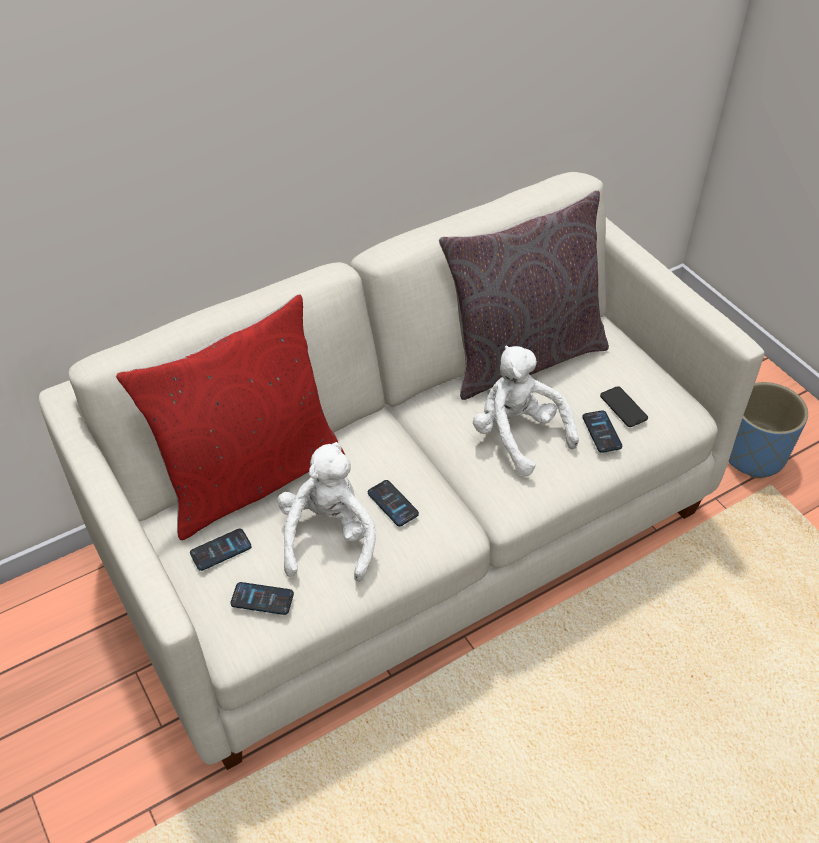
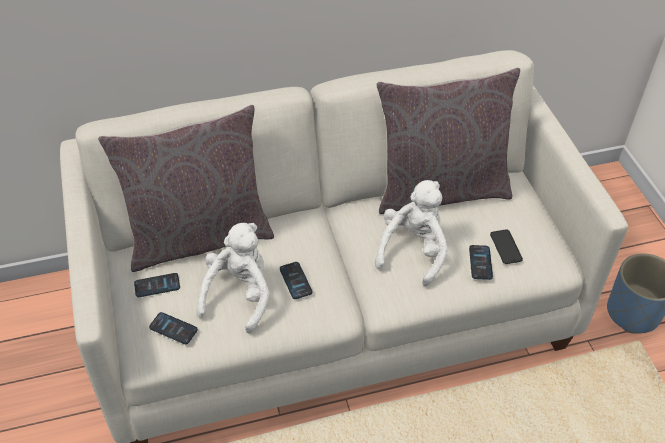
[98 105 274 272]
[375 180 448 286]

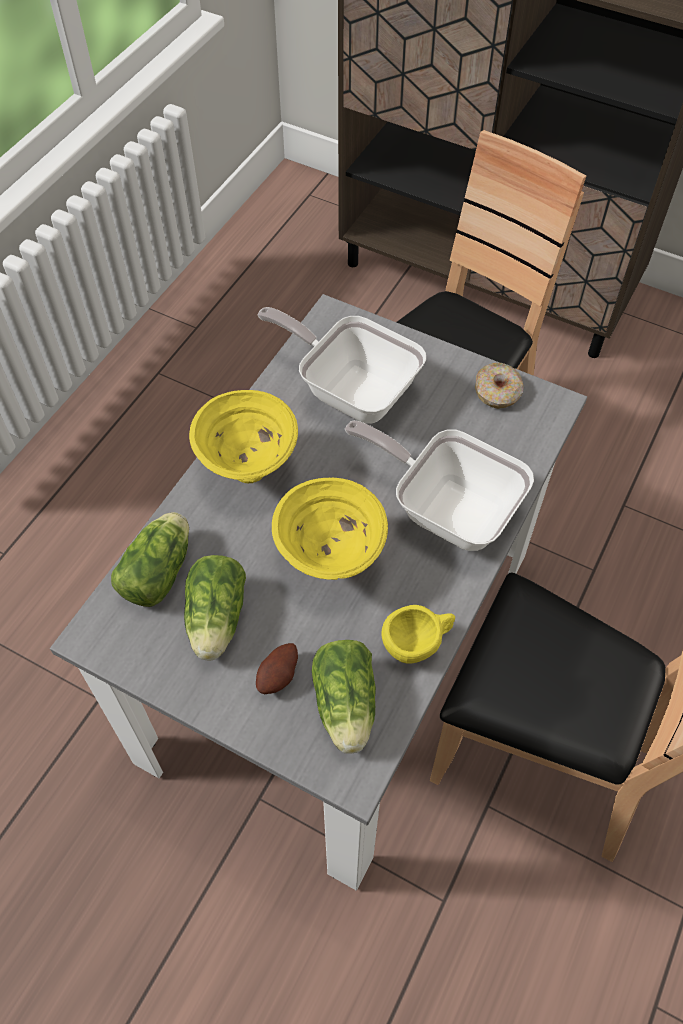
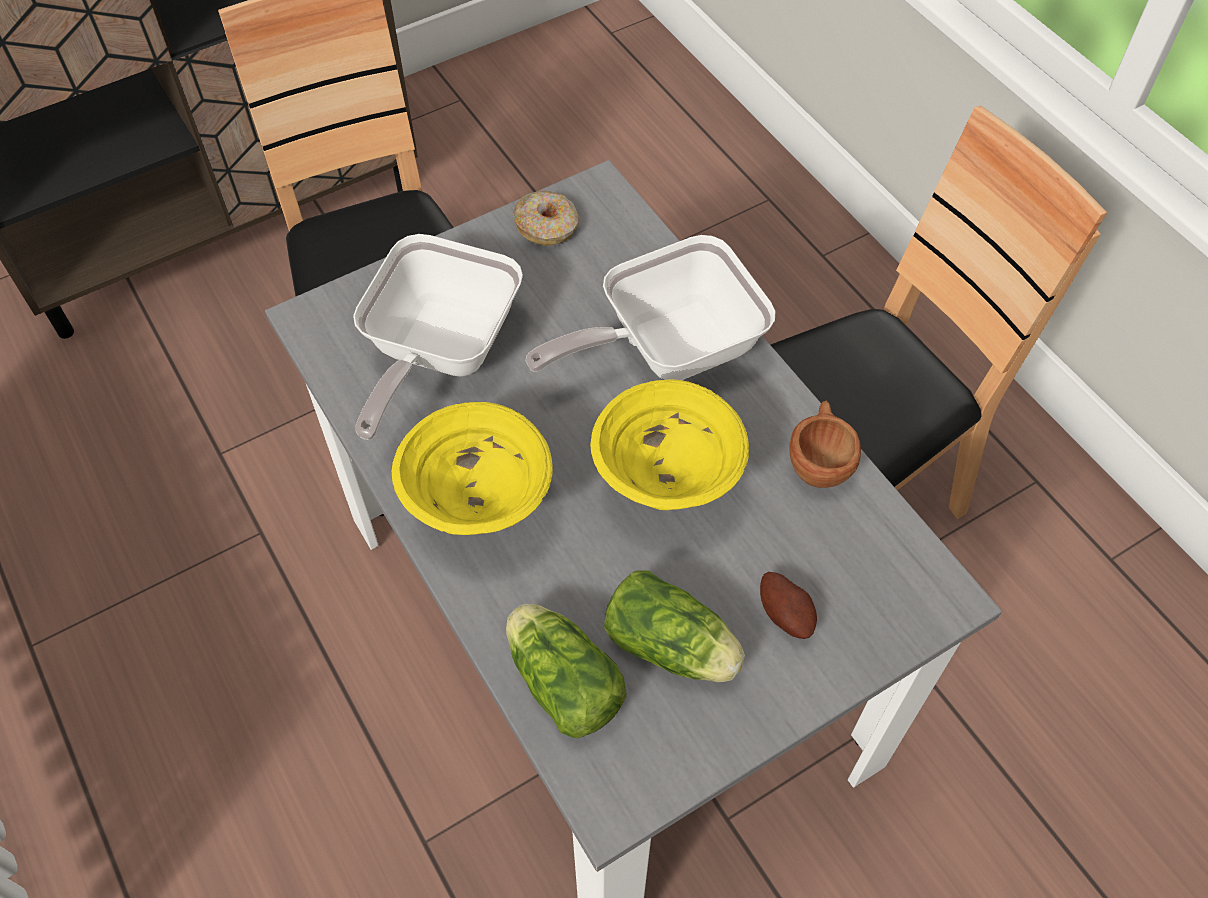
[353 234 523 440]
[789 401 861 488]
[312 640 376 754] (first image)

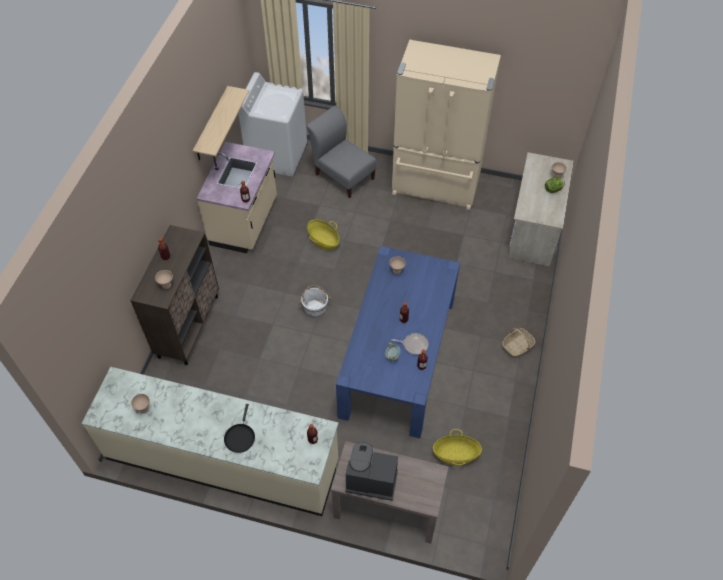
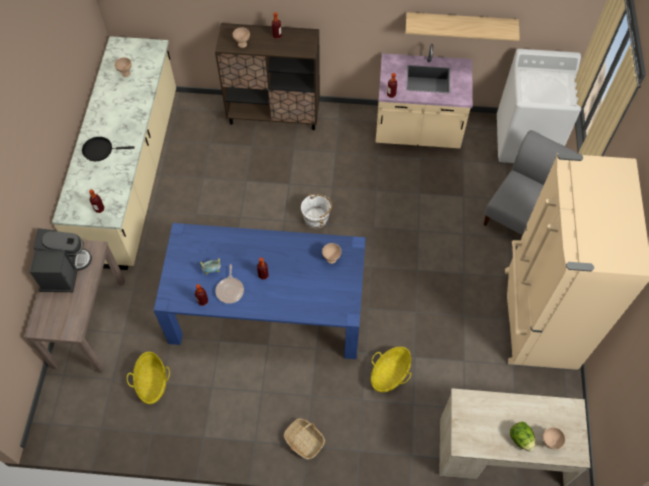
[371 347 411 392]

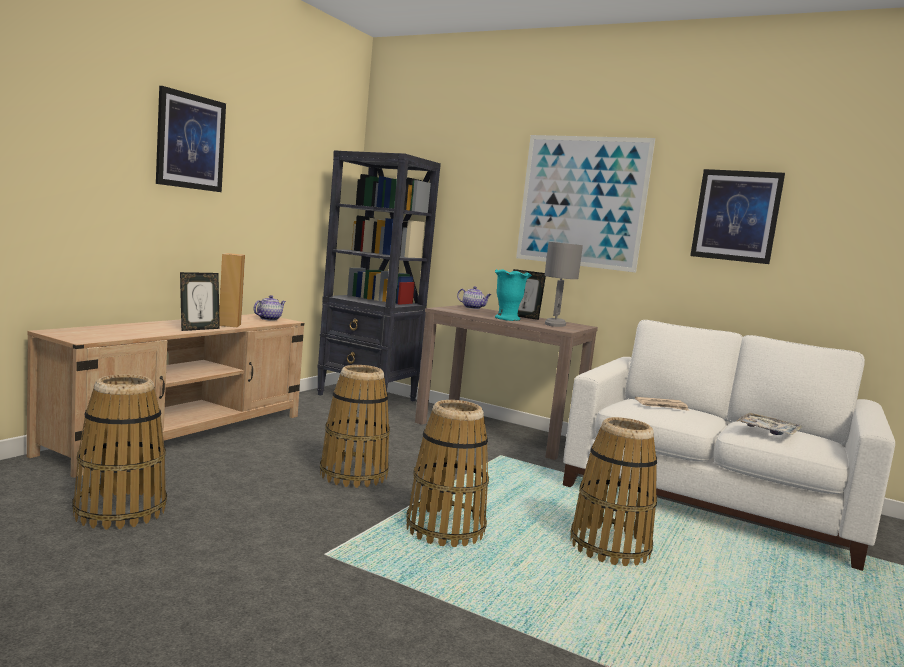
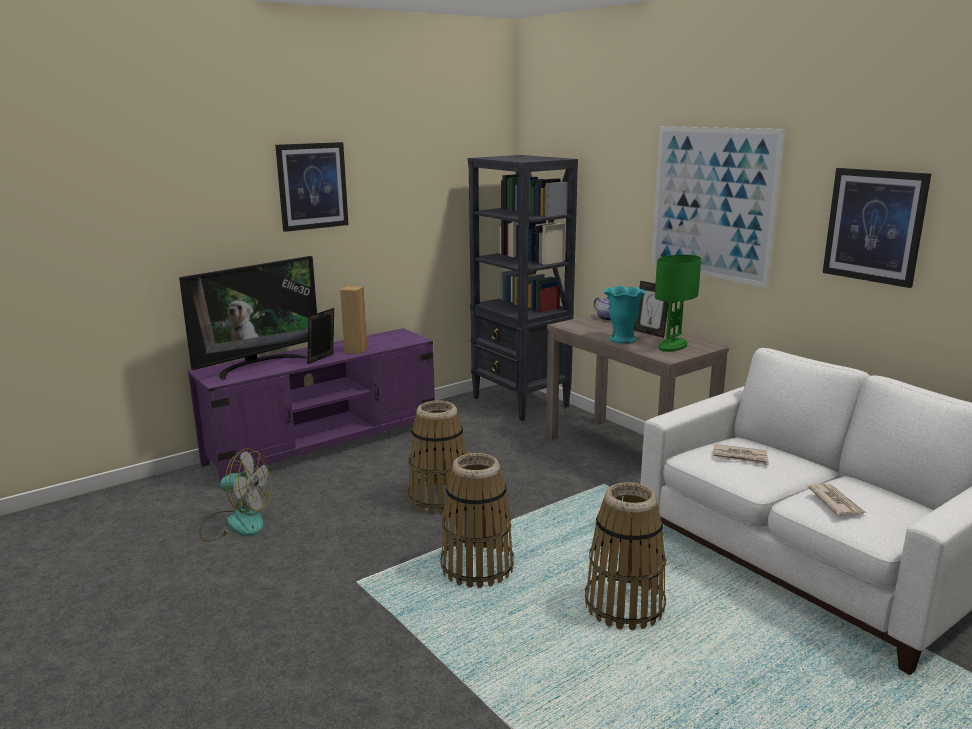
[655 255 701 352]
[308 308 334 364]
[254 295 286 321] (first image)
[188 328 435 487]
[199 448 272 541]
[808 484 866 516]
[179 256 317 380]

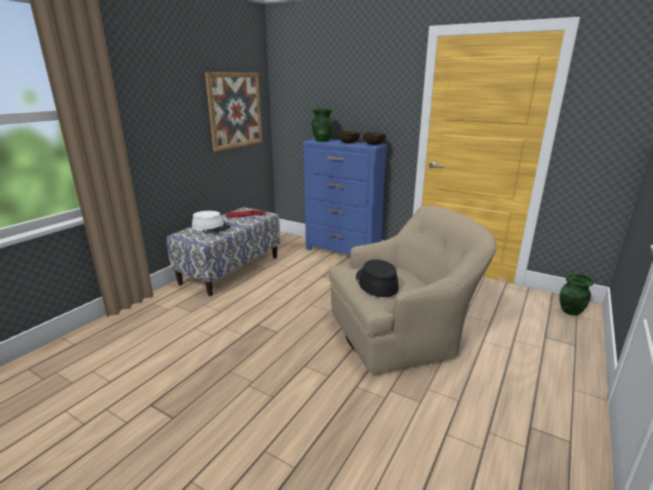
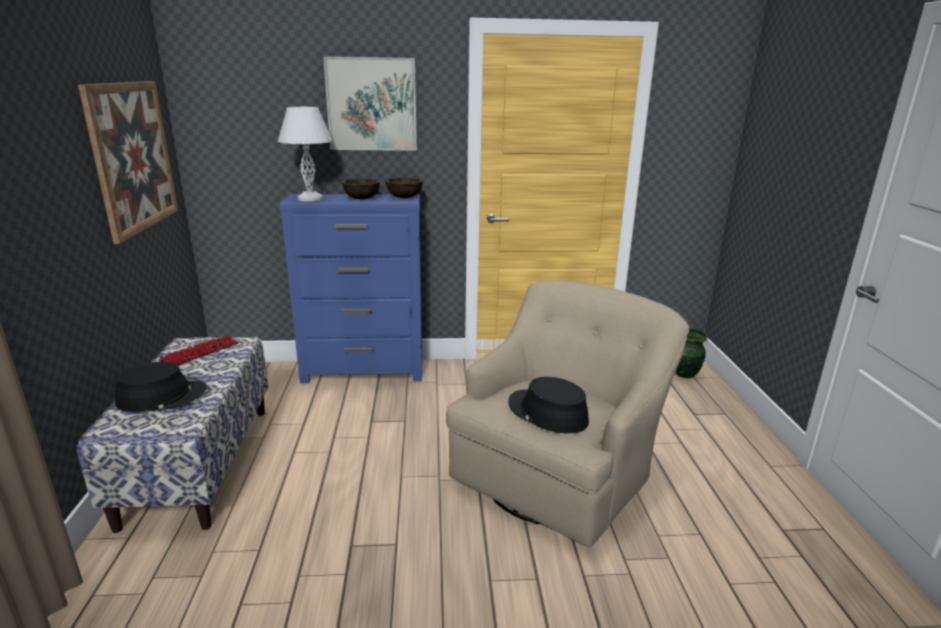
[278 107 333 201]
[115 362 207 412]
[323 56 417 151]

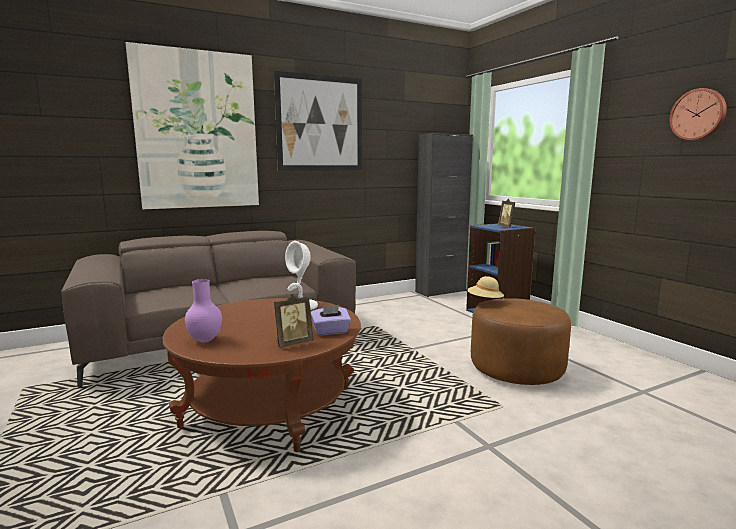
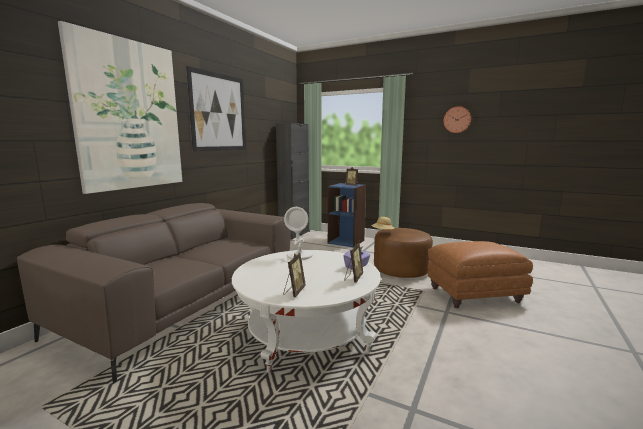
[283 253 306 297]
[232 250 381 372]
[427 241 533 308]

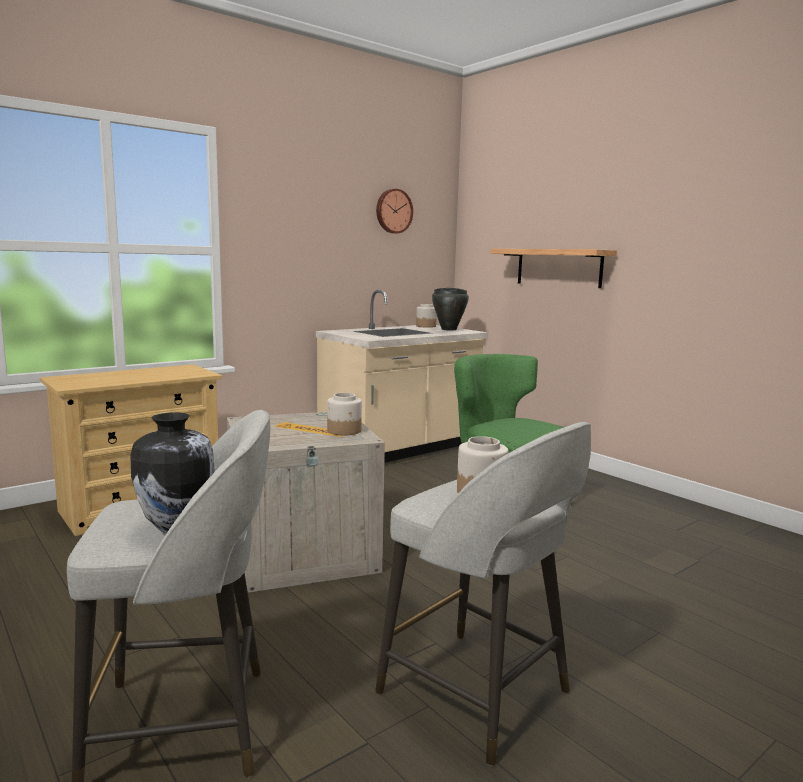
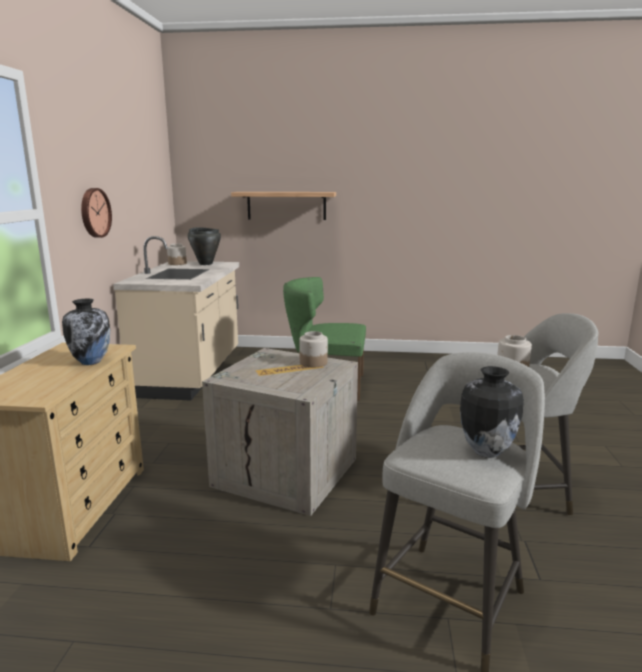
[81 188 112 238]
[62 299 110 365]

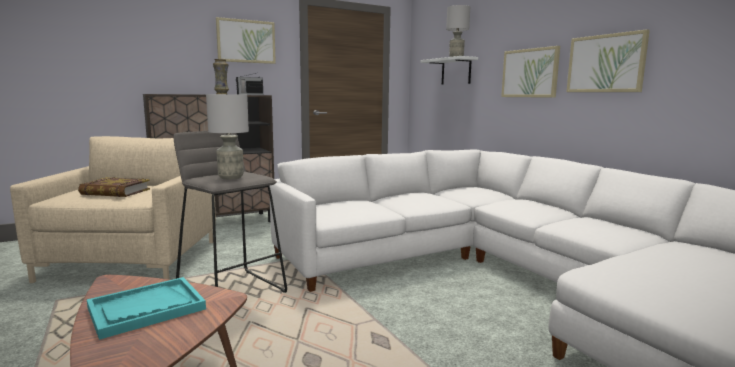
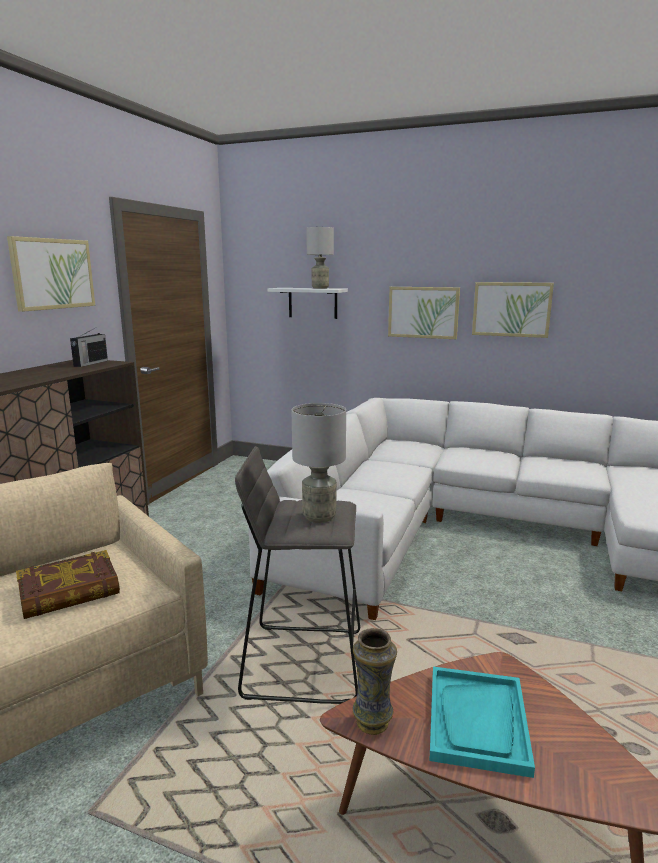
[352 628 397 735]

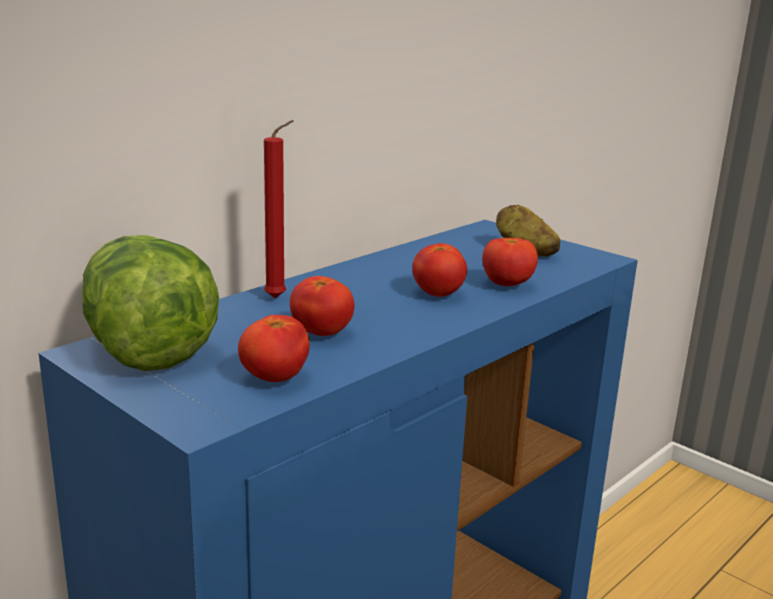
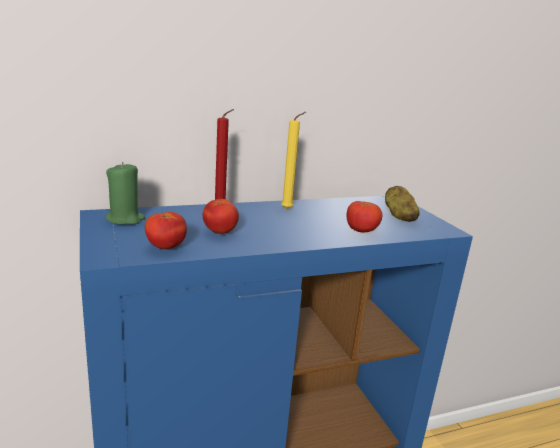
[105 162 145 225]
[412 243 467 297] (first image)
[281 112 306 209]

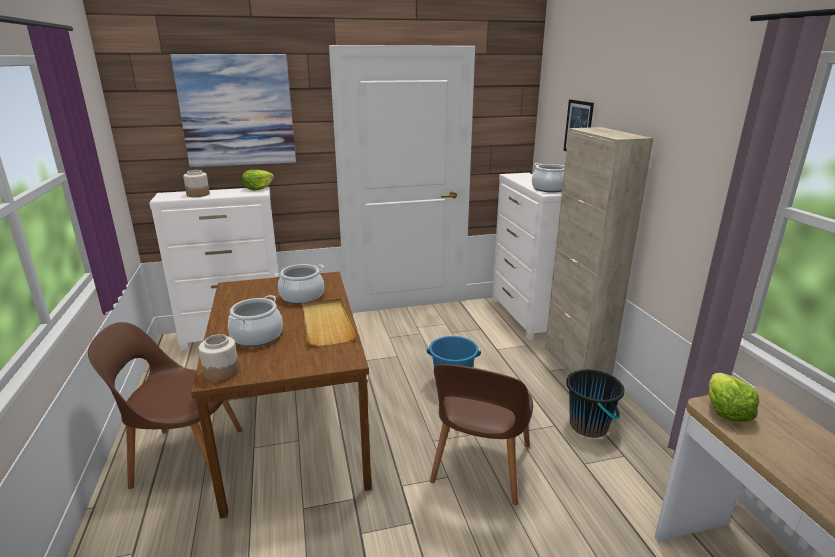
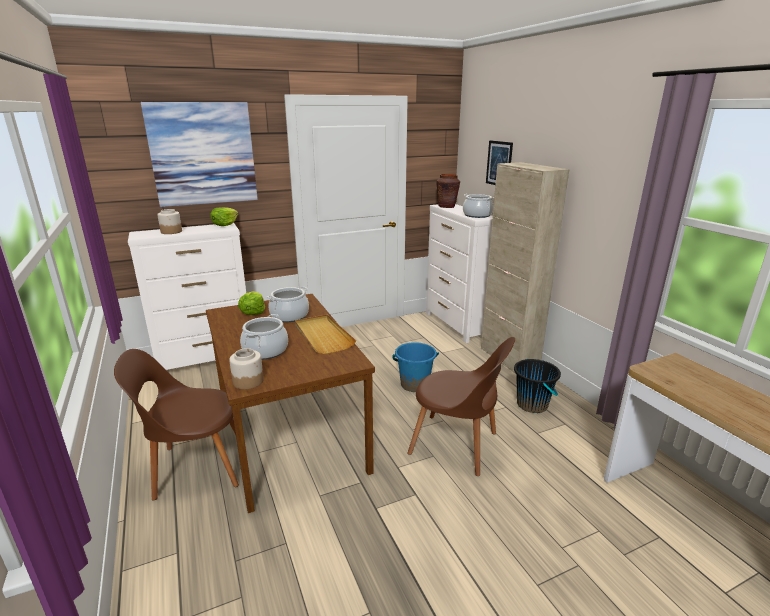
[407 337 515 476]
[238 291 265 315]
[436 174 460 208]

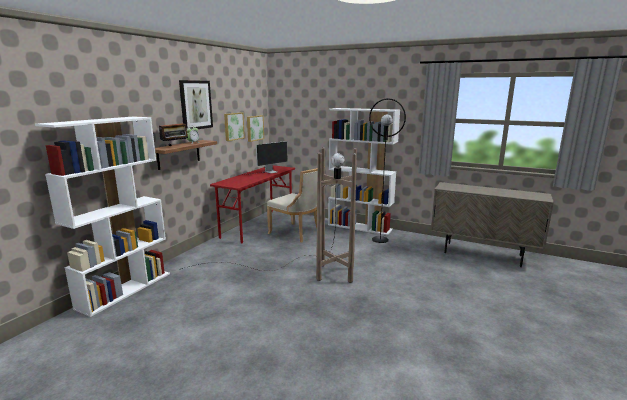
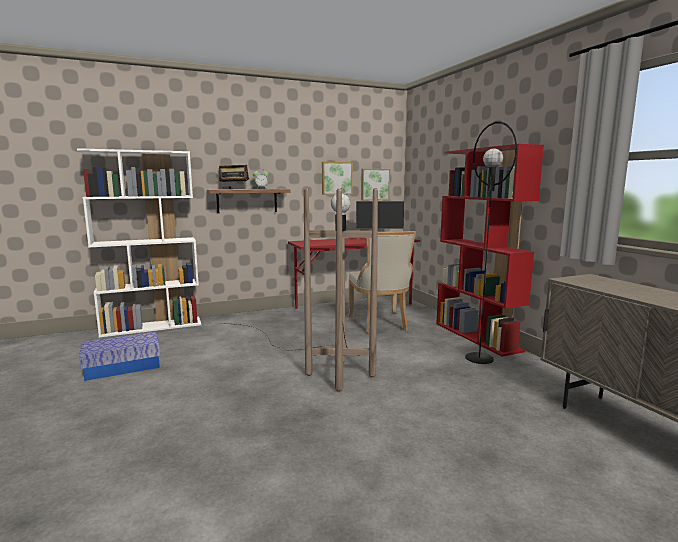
[179 80 213 129] (first image)
[436 144 544 357]
[79 332 160 381]

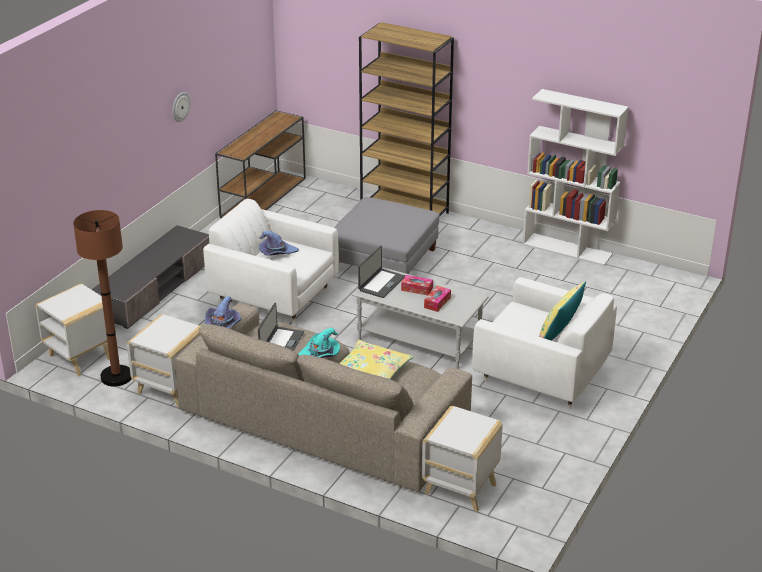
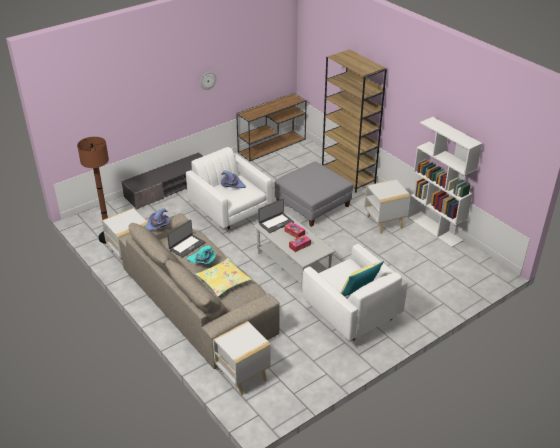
[365 179 410 234]

